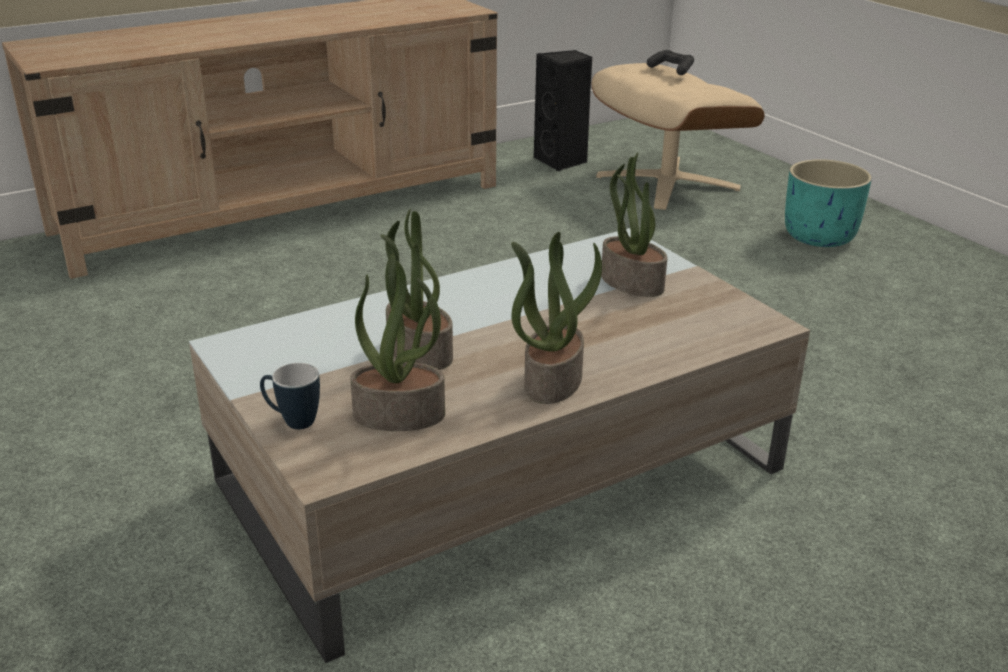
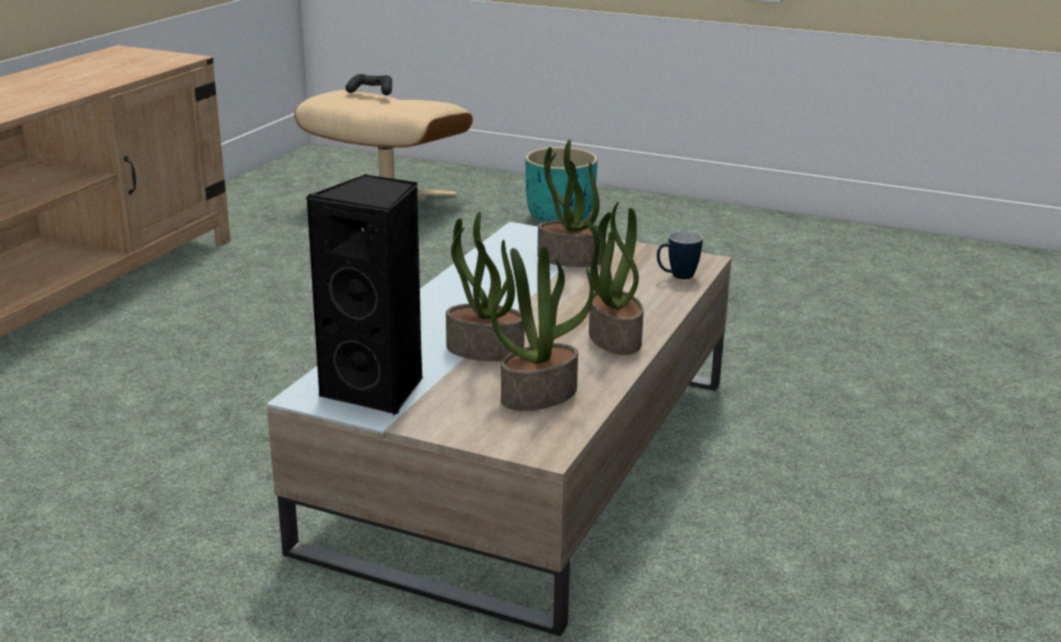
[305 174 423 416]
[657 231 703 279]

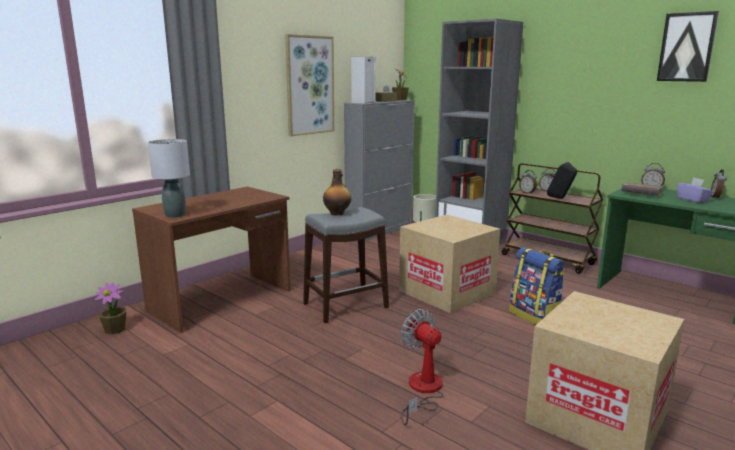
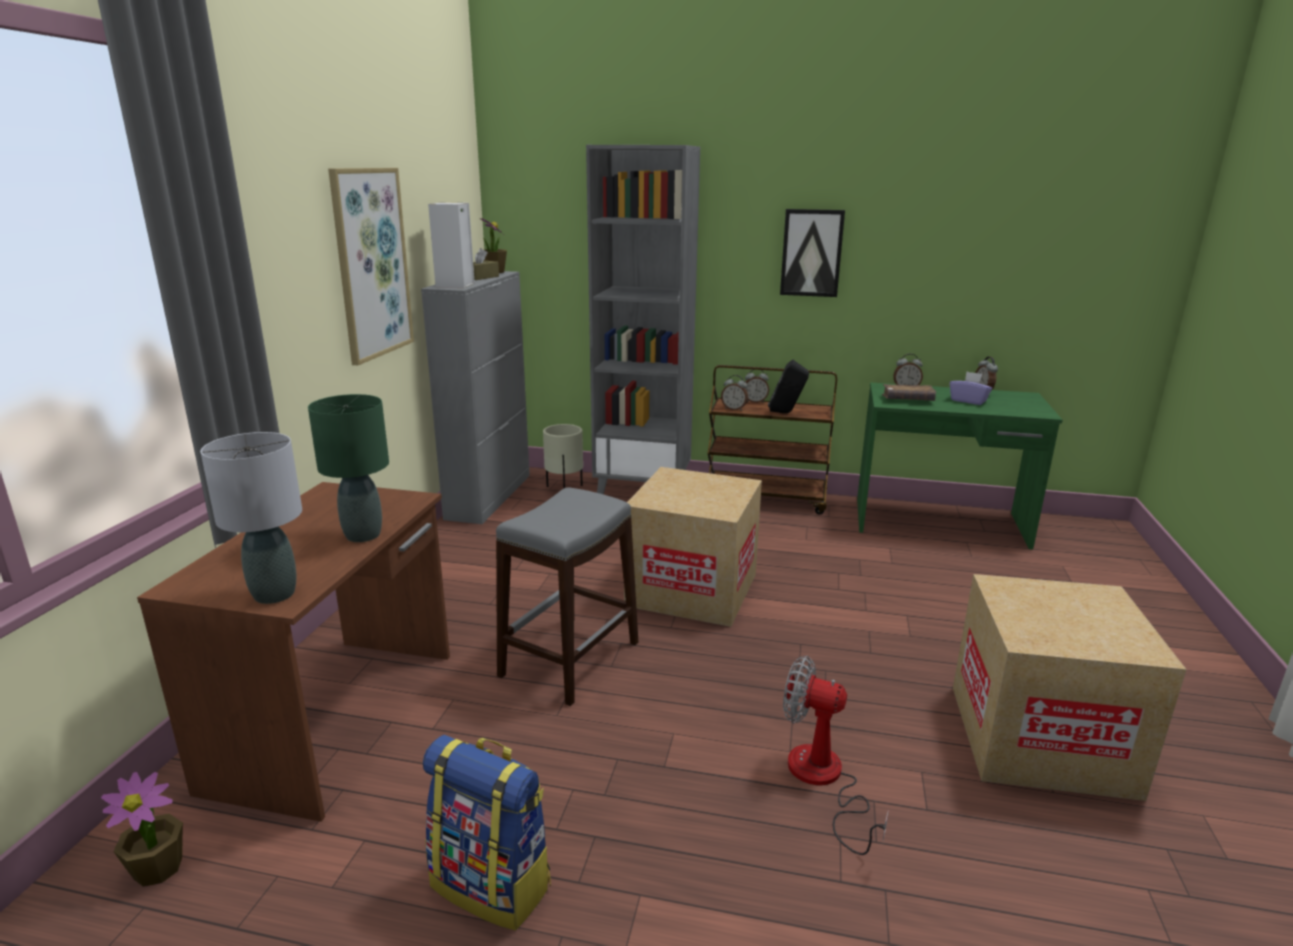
[780 209 845 297]
[323 169 351 216] (first image)
[423 735 551 930]
[308 394 389 542]

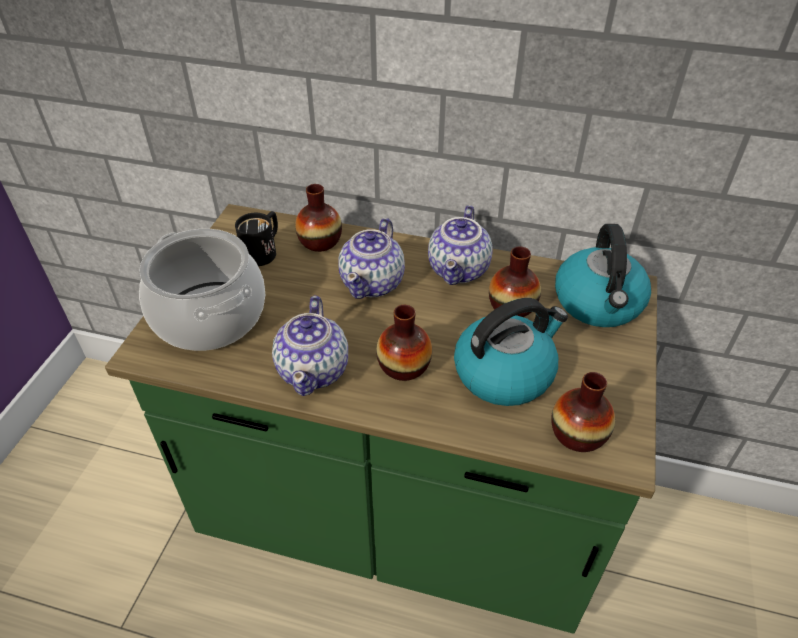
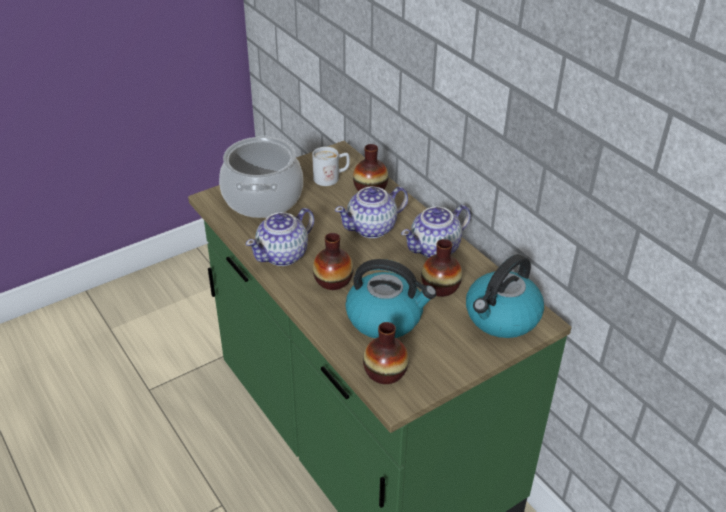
[312 147 350 186]

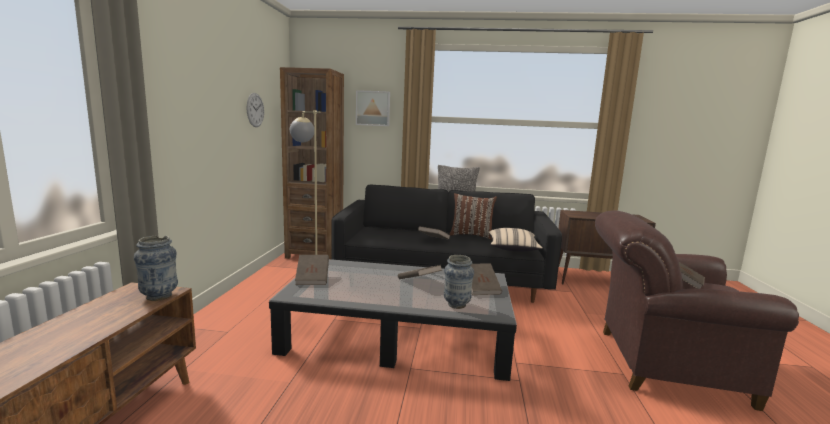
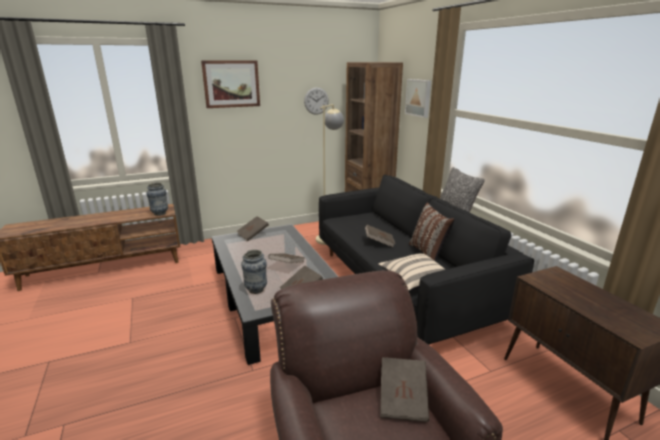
[201 60 260 108]

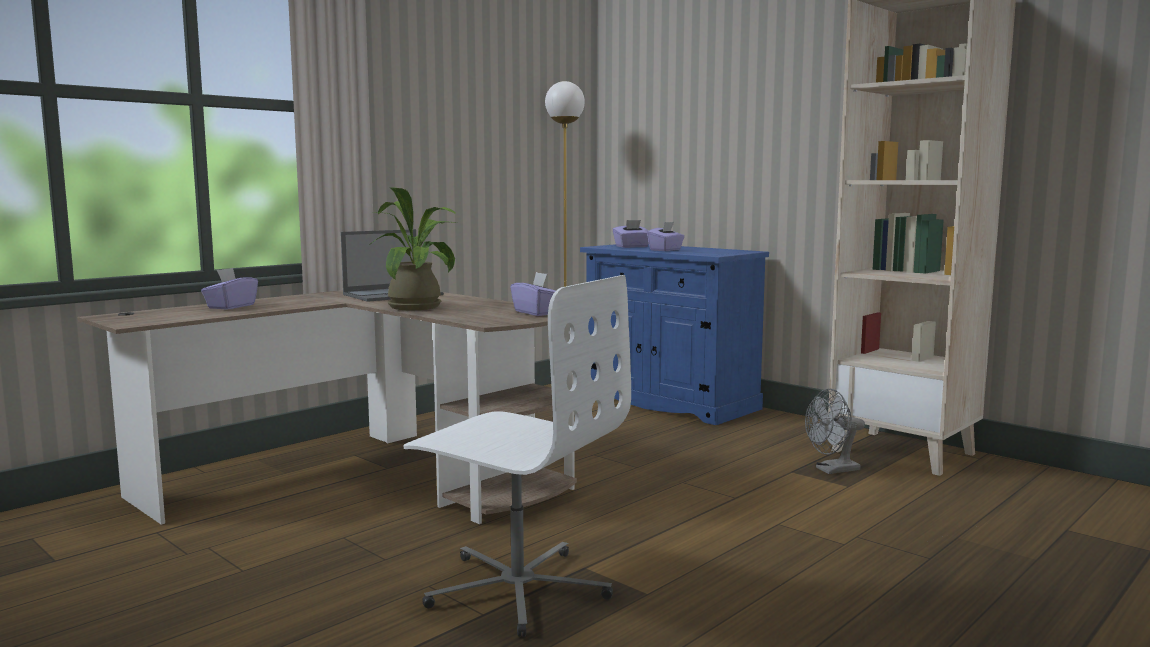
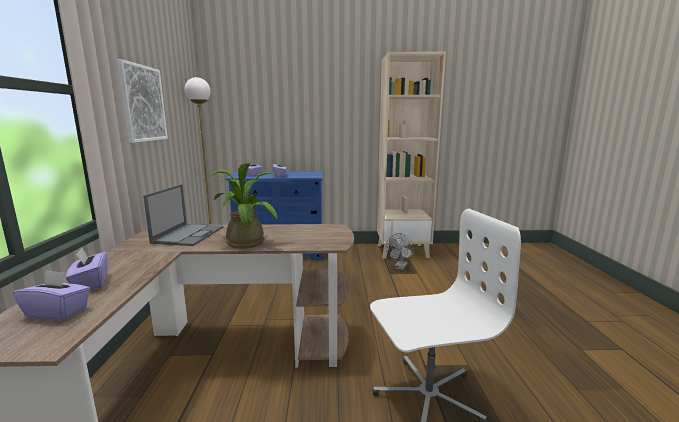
[13 270 90 320]
[117 59 168 143]

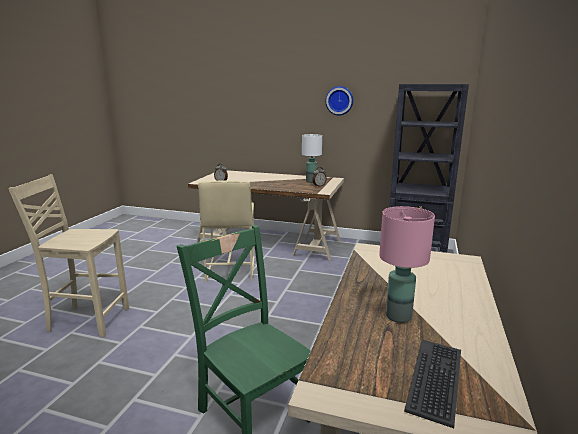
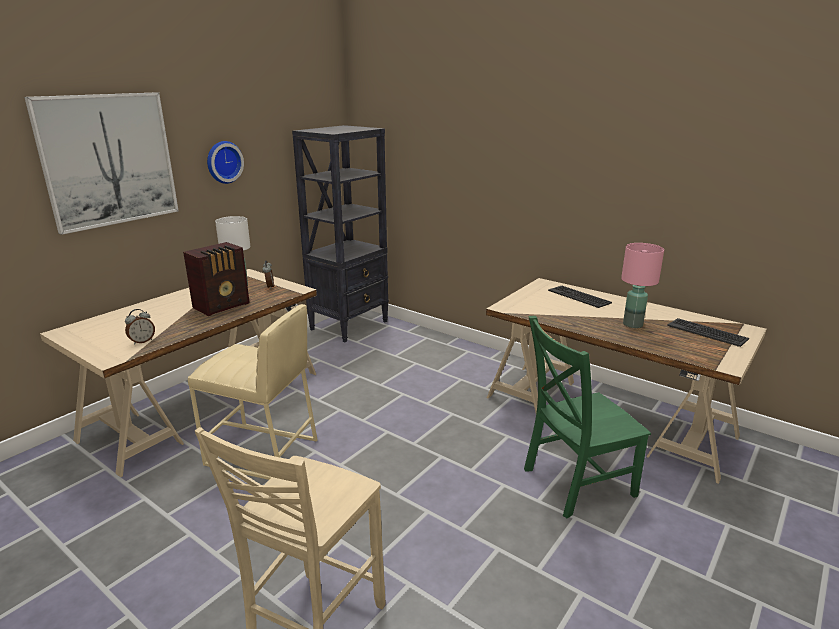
[24 92 179 235]
[183 242 249 316]
[548 286 612 308]

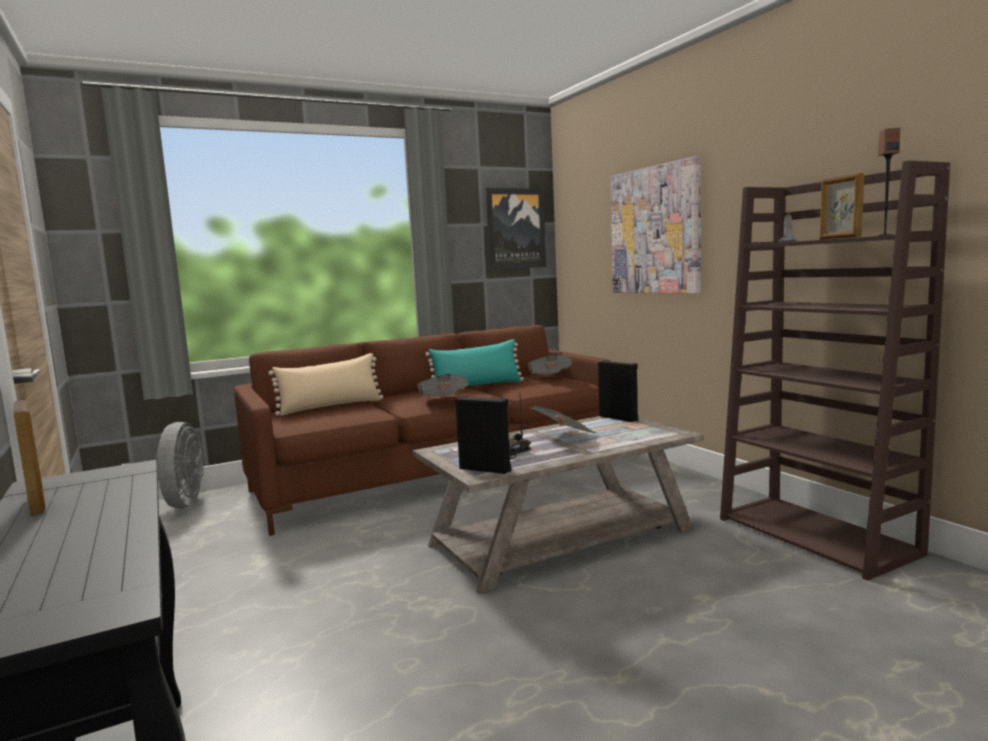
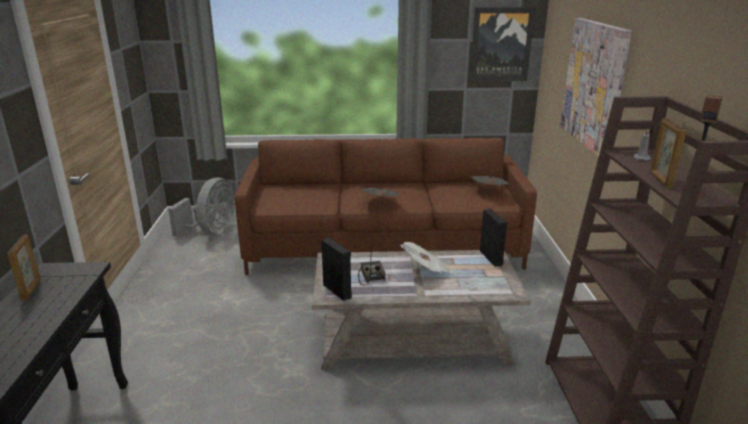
[425 339 524 386] (first image)
[268 353 383 416] (first image)

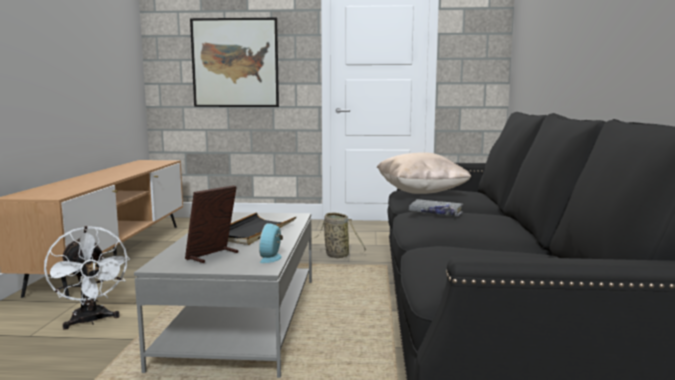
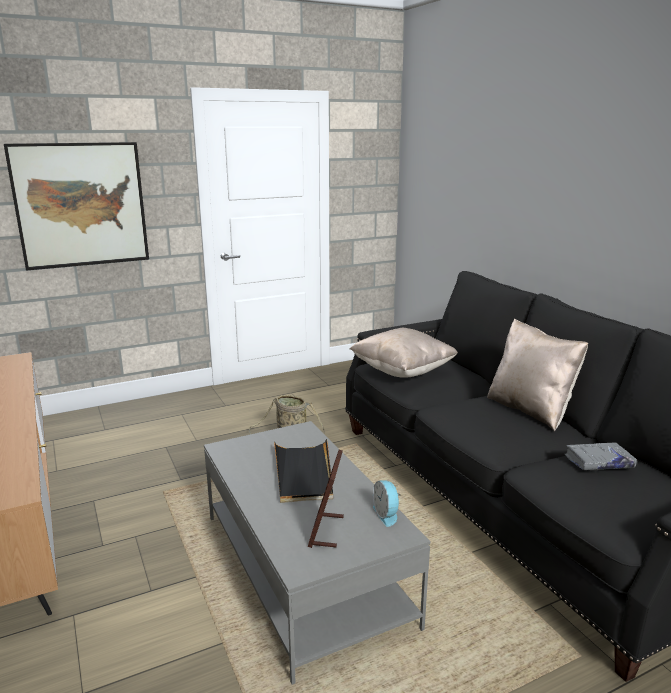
[565 442 637 470]
[44 226 130 330] (first image)
[487 319 588 431]

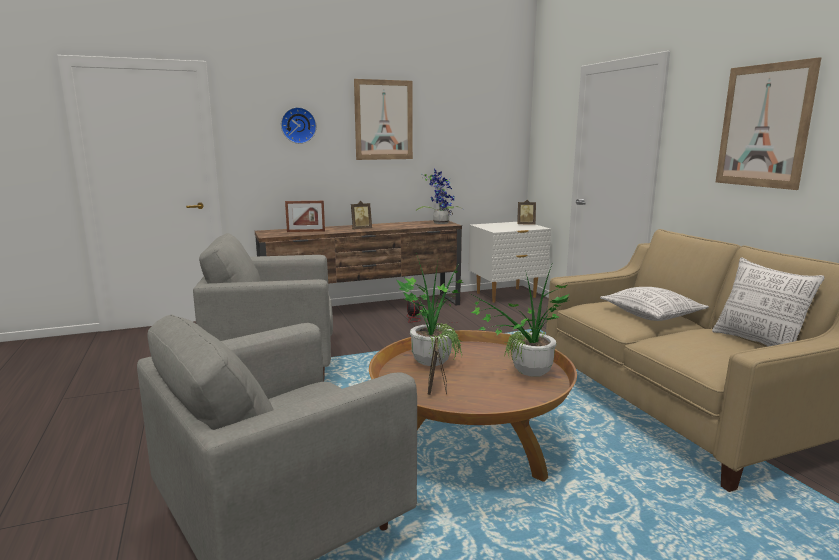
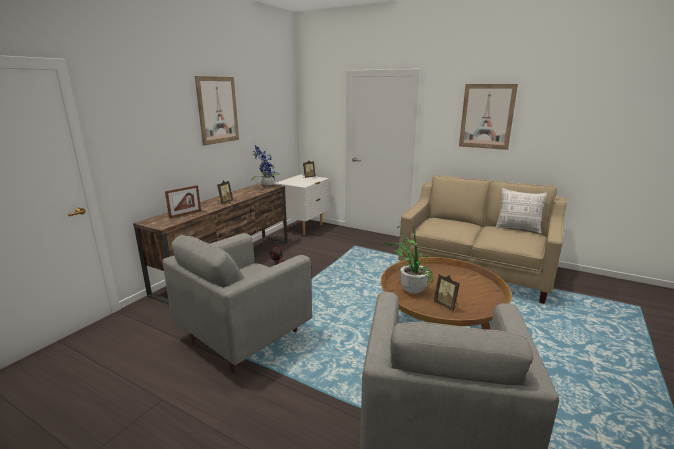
[281 107 317 144] (first image)
[471 262 569 376] (first image)
[600 287 709 321] (first image)

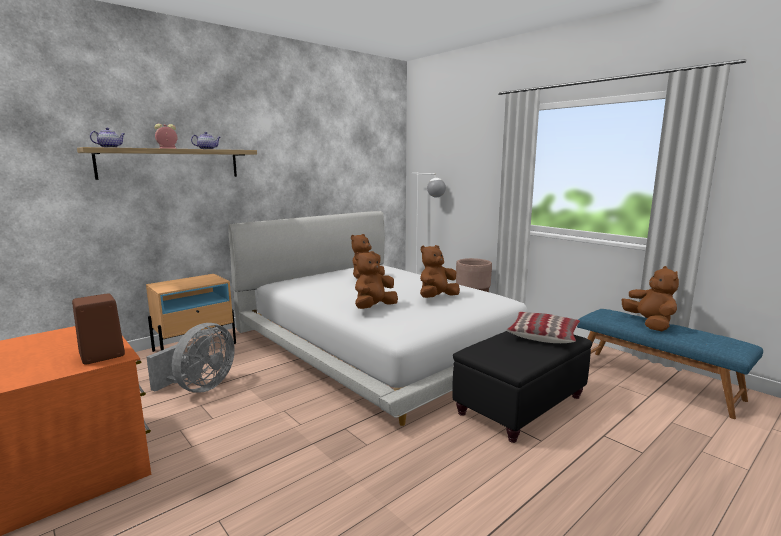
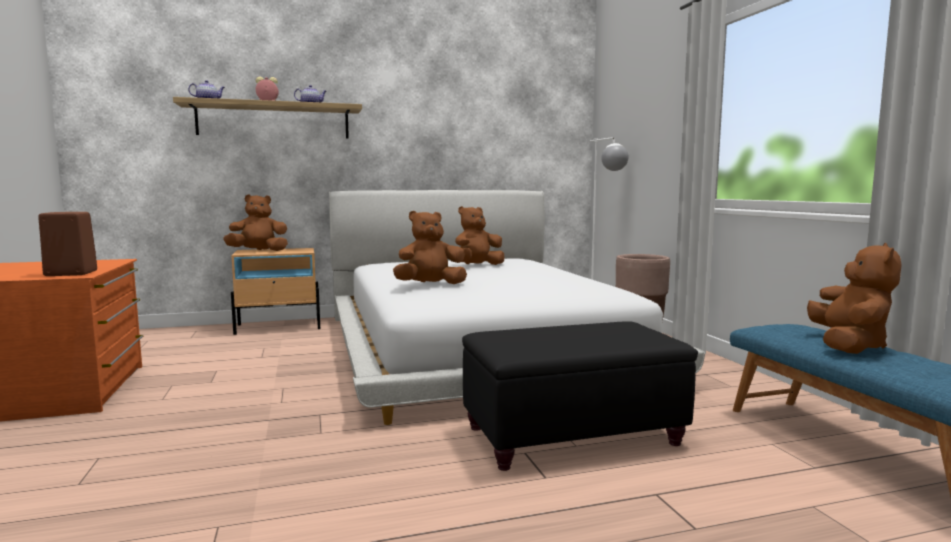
[223 195 288 251]
[506 312 580 343] (first image)
[146 323 235 393] (first image)

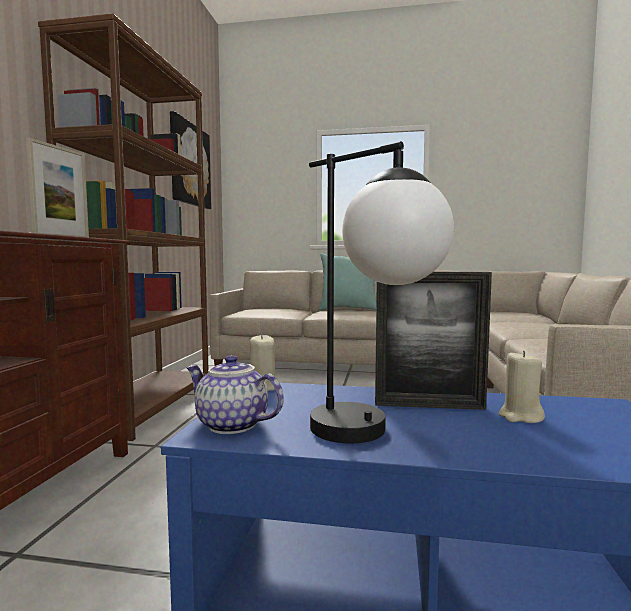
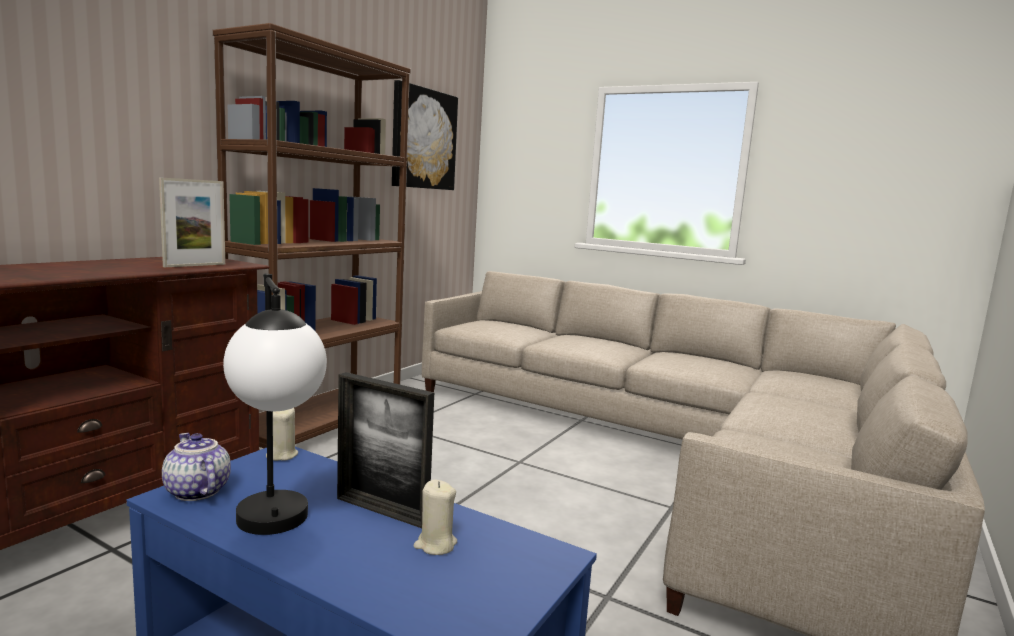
[319 254 376 310] (first image)

